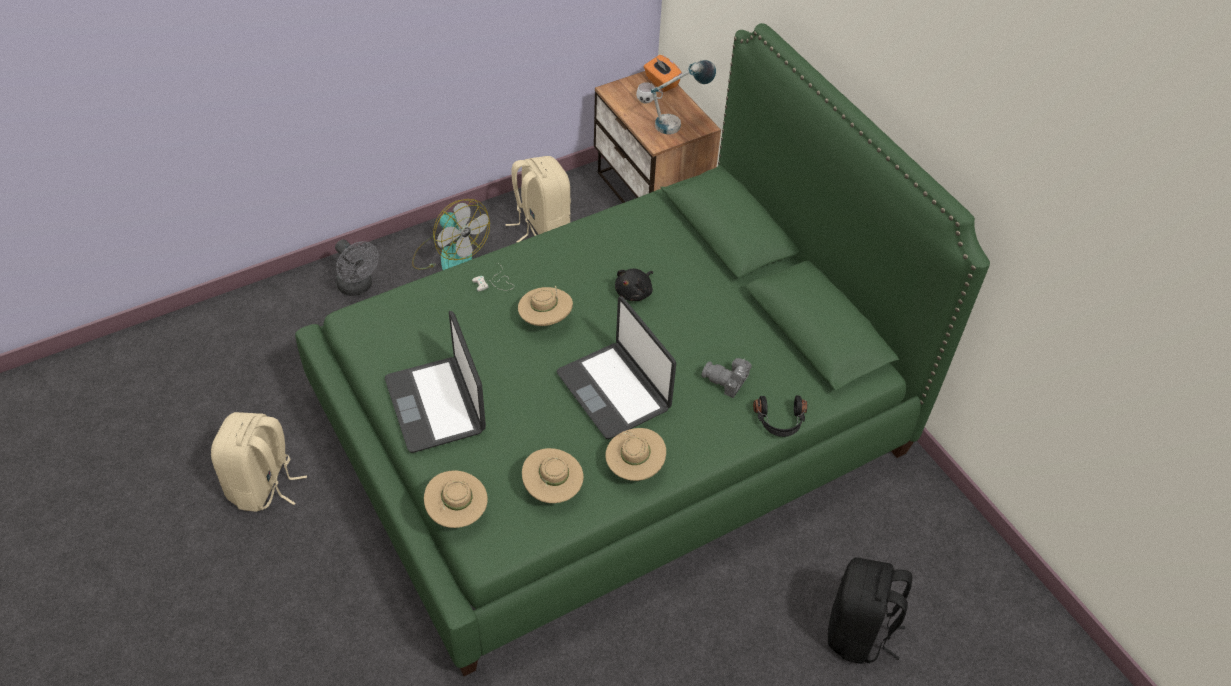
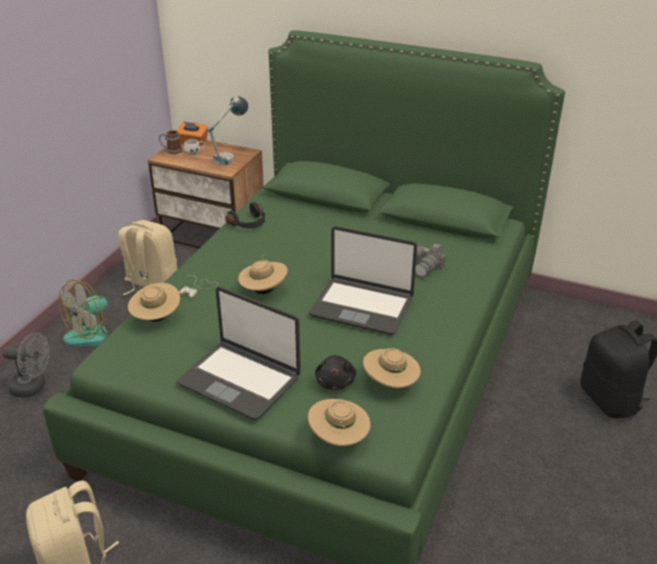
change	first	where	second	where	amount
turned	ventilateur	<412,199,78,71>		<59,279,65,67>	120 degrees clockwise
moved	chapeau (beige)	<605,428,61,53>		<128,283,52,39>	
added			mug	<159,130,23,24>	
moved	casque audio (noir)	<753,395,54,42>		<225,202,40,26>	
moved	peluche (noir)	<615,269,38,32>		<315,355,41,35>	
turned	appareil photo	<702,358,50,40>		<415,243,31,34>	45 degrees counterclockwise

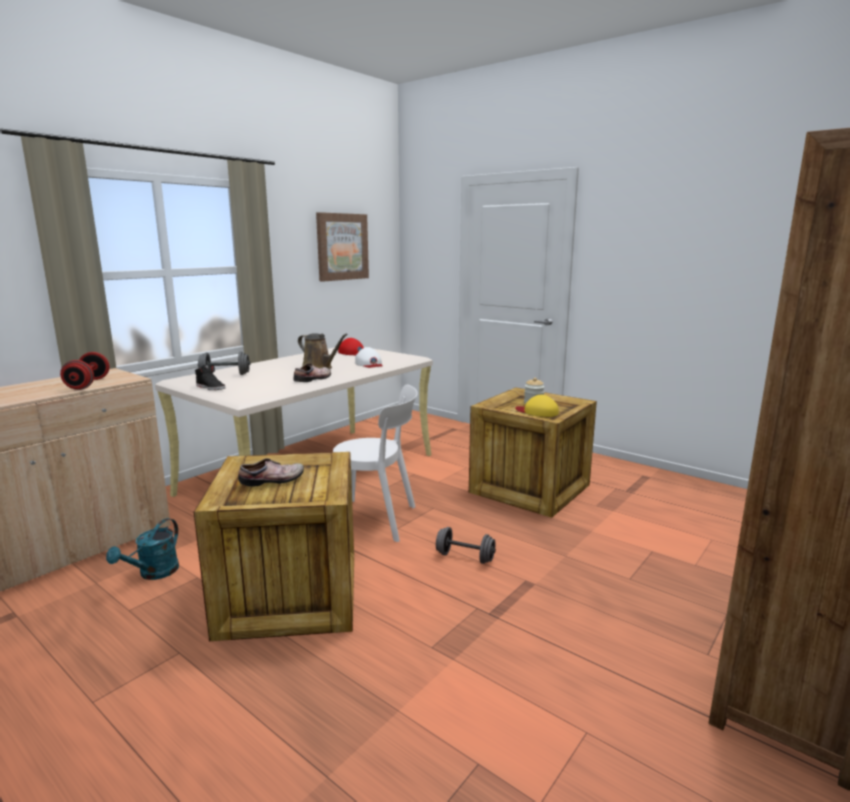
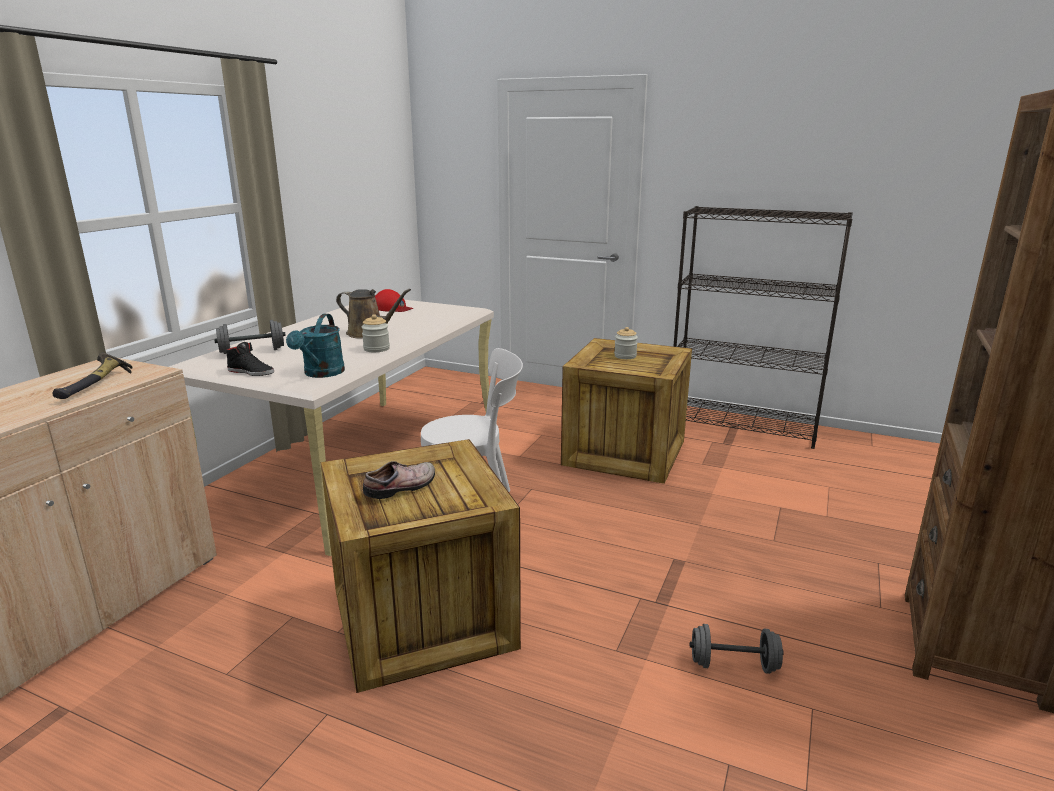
change	first	where	second	where	amount
replaced	haltère (rouge)	<60,352,50,38>	marteau	<52,353,81,46>	
moved	arrosoir (turquoise)	<106,518,73,62>		<286,314,59,64>	
replaced	chaussure	<293,363,38,19>	bocal	<361,314,29,38>	
added			bibliothèque (noir)	<673,206,180,243>	
moved	haltère (gris)	<436,527,60,37>		<690,624,94,50>	
removed	tableau	<316,212,53,70>			
removed	casquette (blanc)	<355,347,27,21>			
removed	casquette (jaune)	<515,395,44,22>			

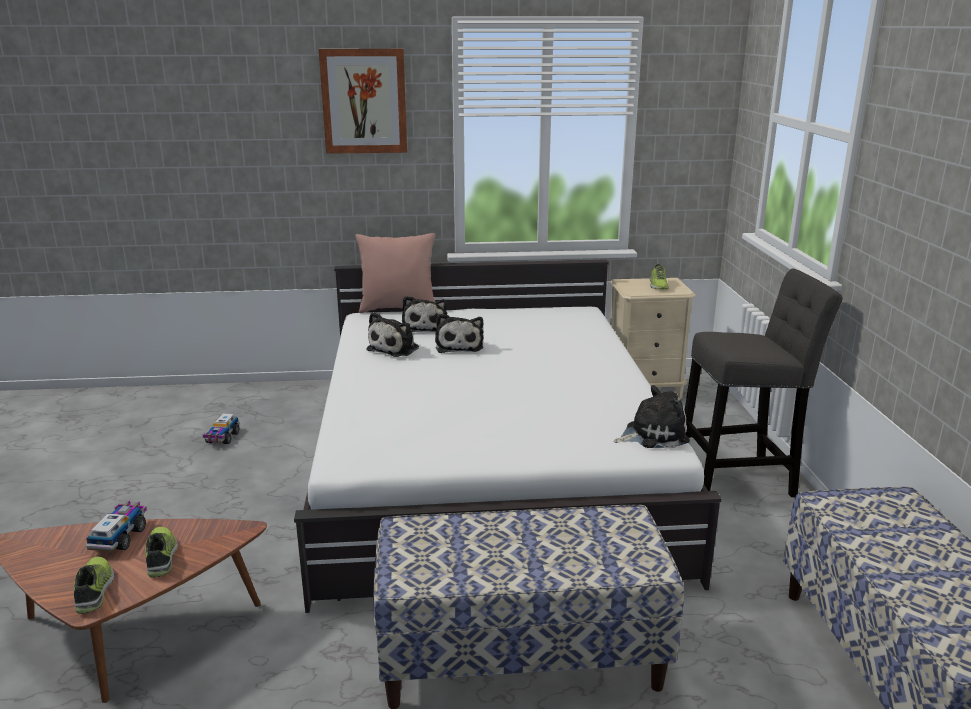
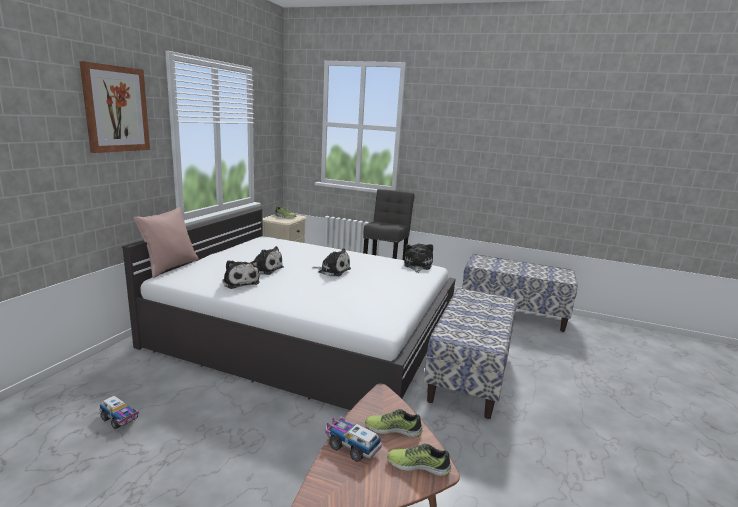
change	first	where	second	where	amount
moved	peluche	<402,296,45,36>		<312,248,39,28>	

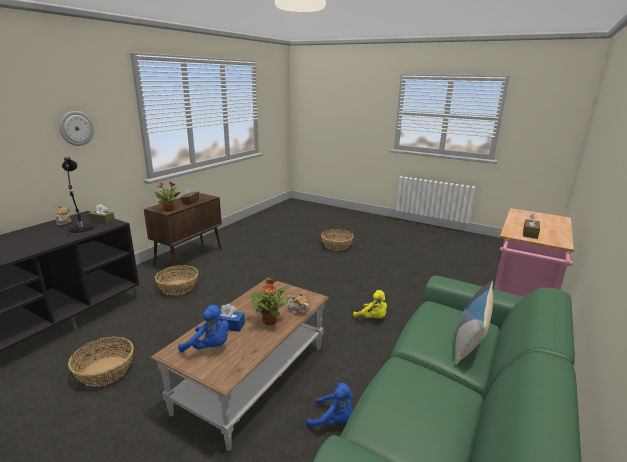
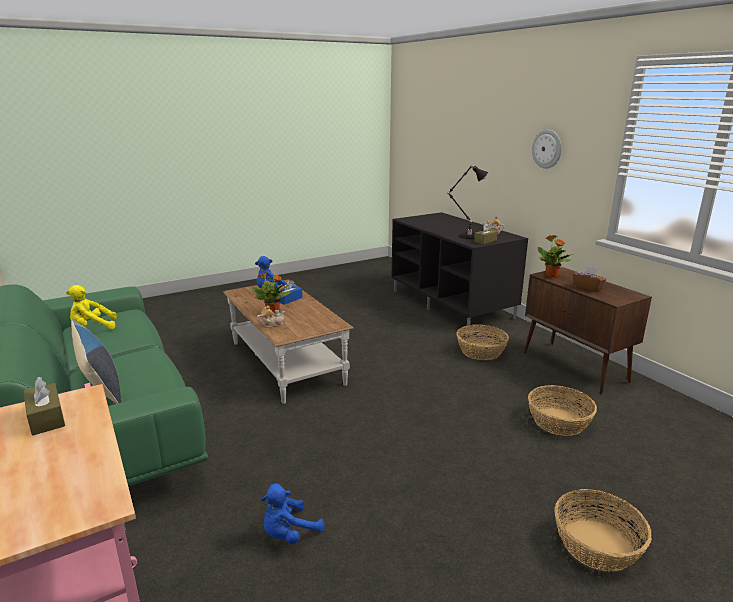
change	first	where	second	where	amount
moved	peluche (jaune)	<353,290,34,28>		<66,285,51,44>	
moved	peluche (bleu)	<306,382,47,45>		<261,484,63,61>	
moved	panier	<68,336,66,51>		<528,385,69,51>	

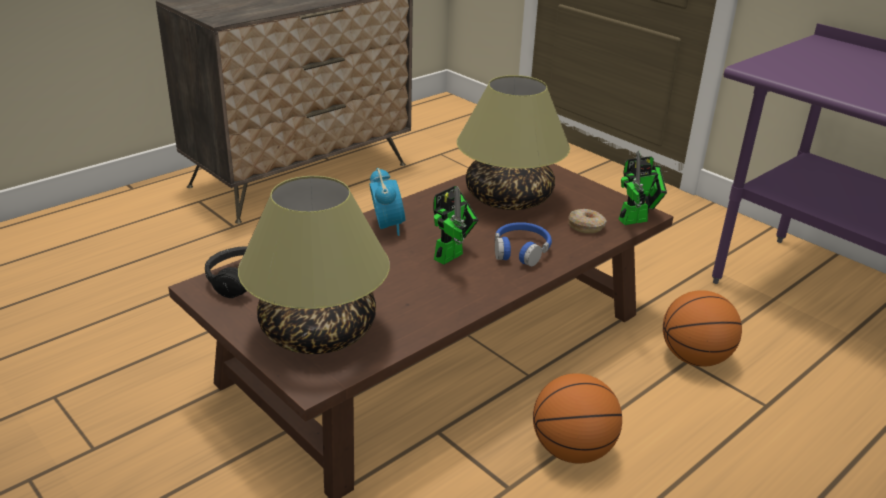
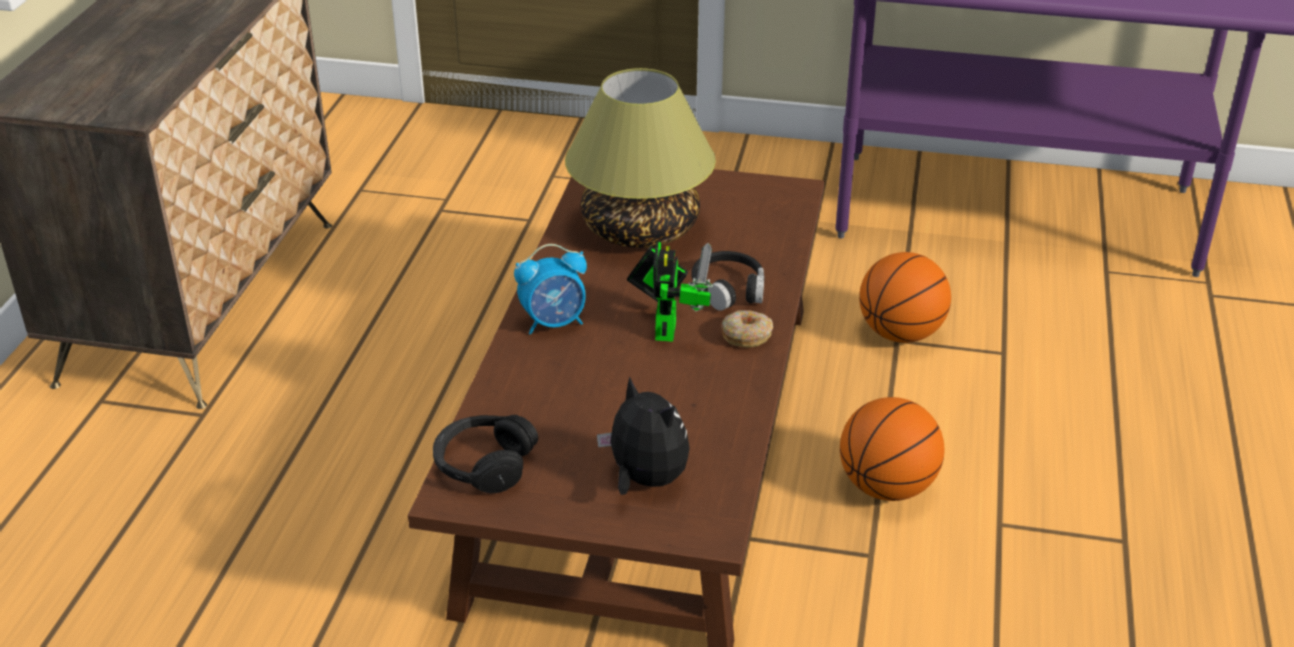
change	first	where	second	where	amount
turned	réveil	<369,168,36,68>		<514,244,73,91>	120 degrees clockwise
replaced	lampe de table	<238,176,152,178>	peluche	<597,376,93,119>	
recoloured	casque audio (bleu)	<495,222,57,45>	casque audio (noir)	<691,251,73,60>	
moved	beignet	<568,209,39,24>		<721,310,52,37>	
removed	robot jouet	<618,151,49,74>			

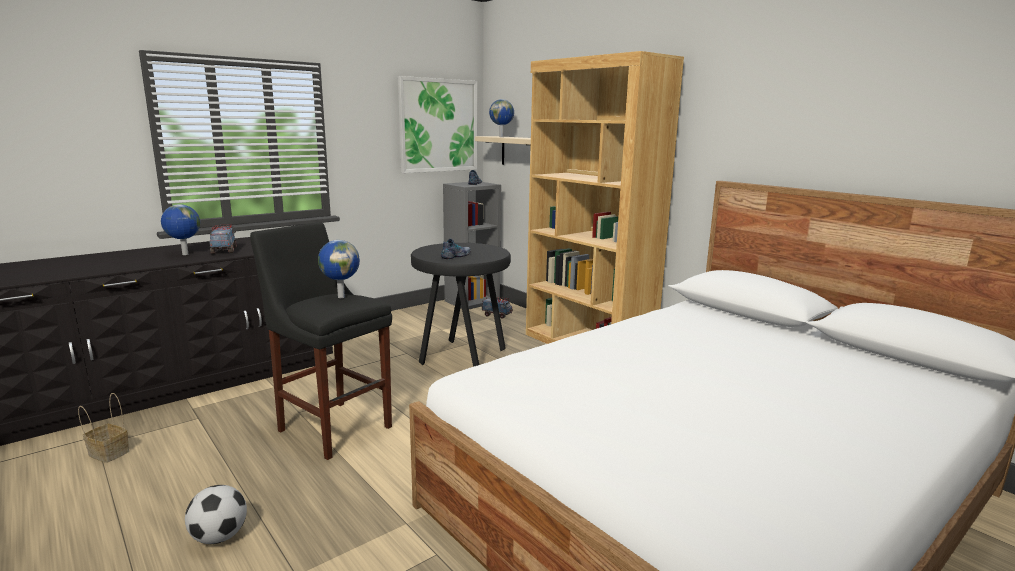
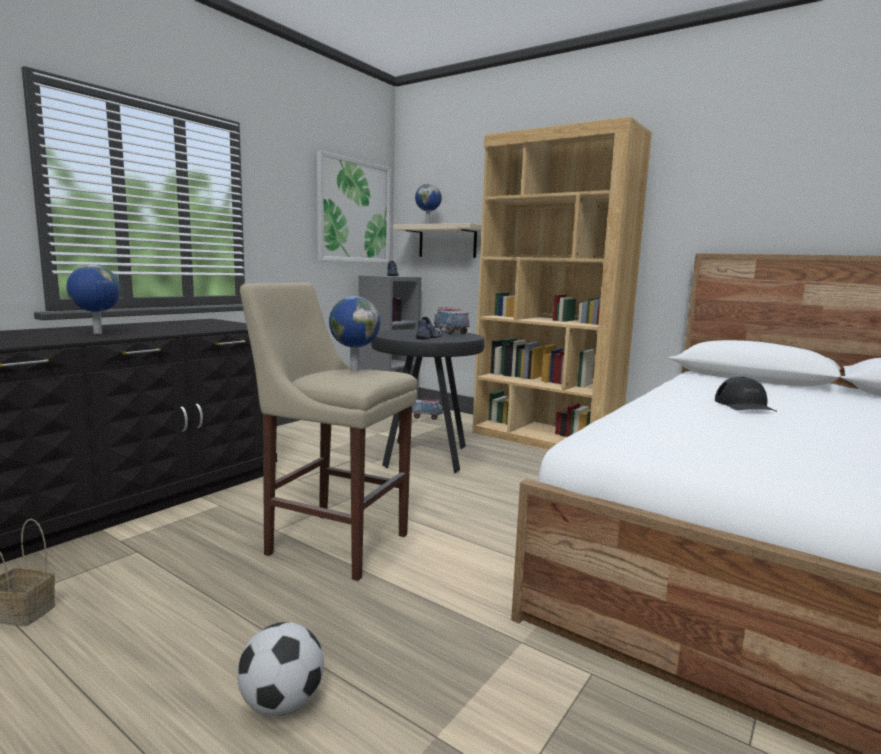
change	first	where	second	where	amount
recoloured	tabouret (noir)	<250,222,142,238>	tabouret (beige)	<240,282,177,299>	
moved	camion jouet	<210,224,27,30>		<434,307,35,27>	
added			casquette (noir)	<715,377,62,35>	

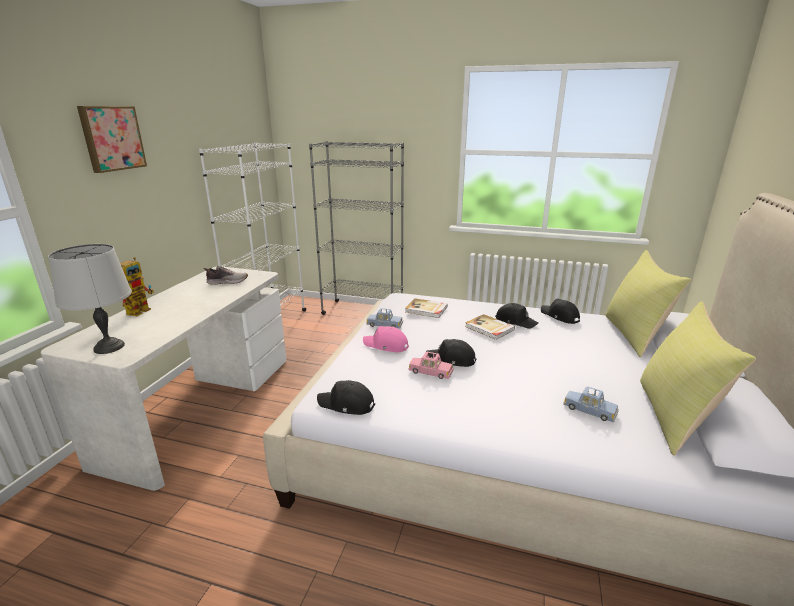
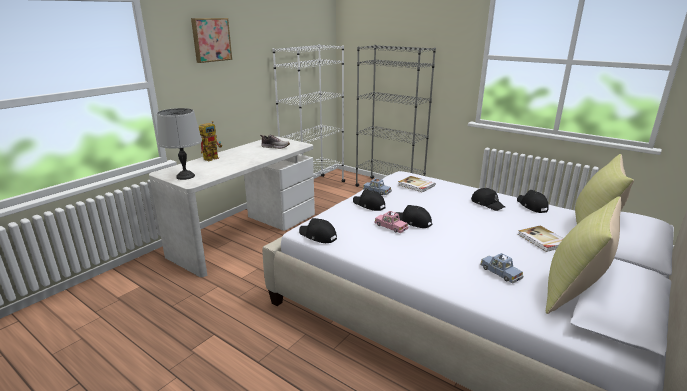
change	first	where	second	where	amount
recoloured	casquette (rose)	<363,326,46,26>	casquette (noir)	<353,190,33,21>	
moved	livre	<465,314,50,26>		<518,226,46,26>	

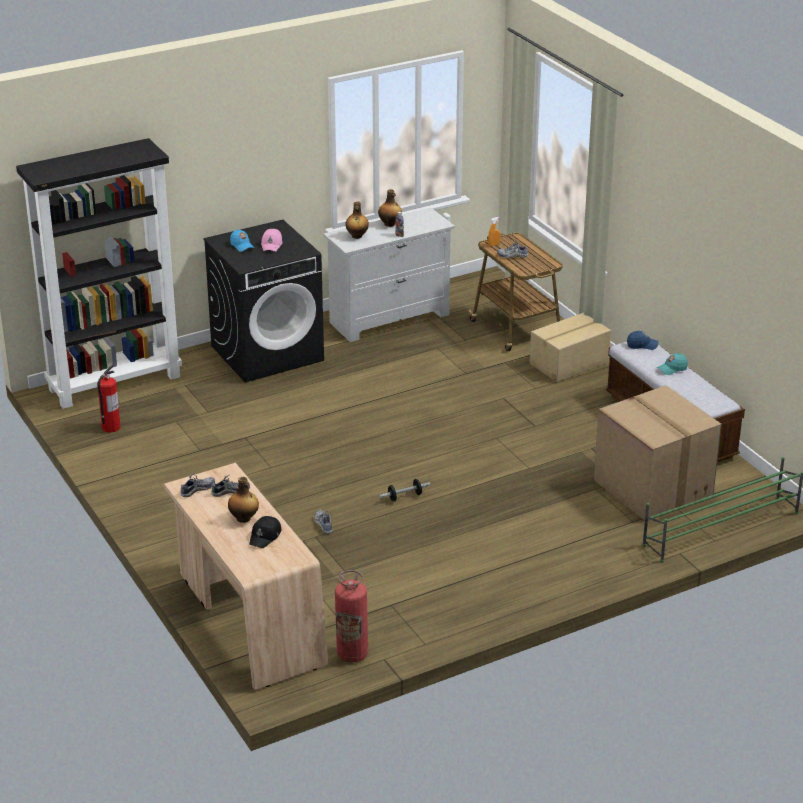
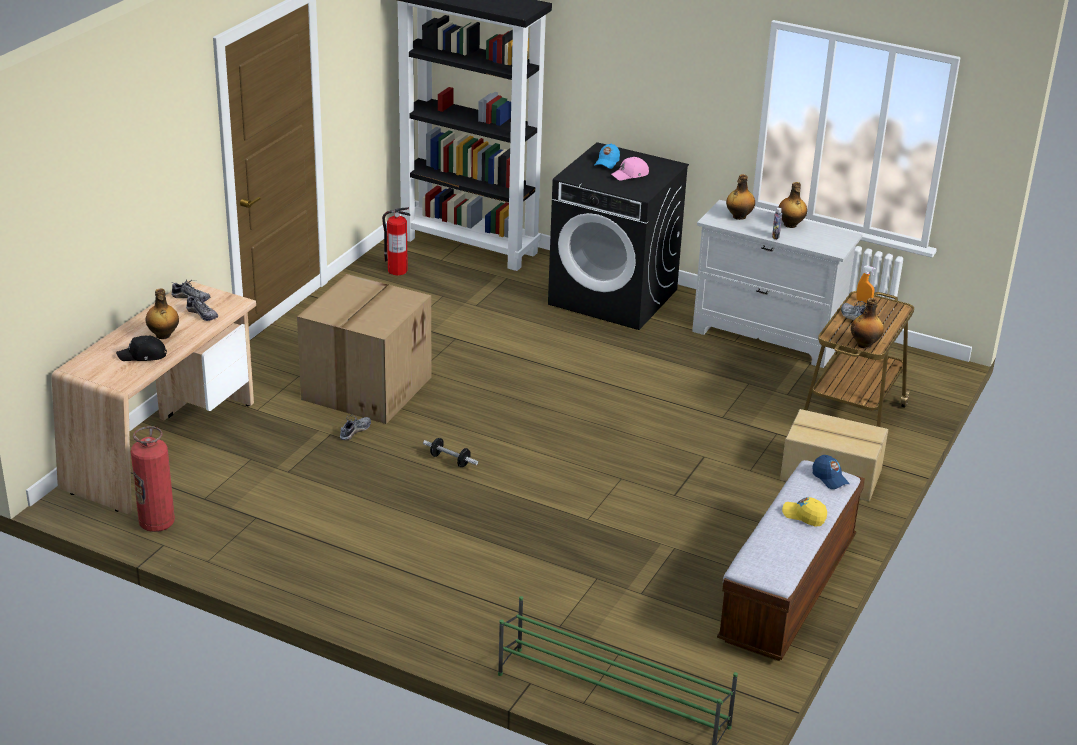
change	first	where	second	where	amount
moved	carton	<594,385,128,136>		<297,274,135,150>	
recoloured	casquette (turquoise)	<657,353,31,22>	casquette (jaune)	<782,497,45,29>	
added			bouteille	<851,298,33,51>	

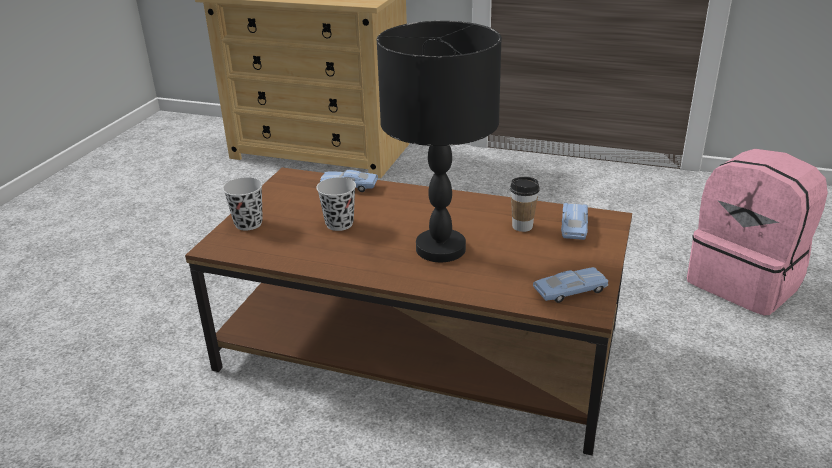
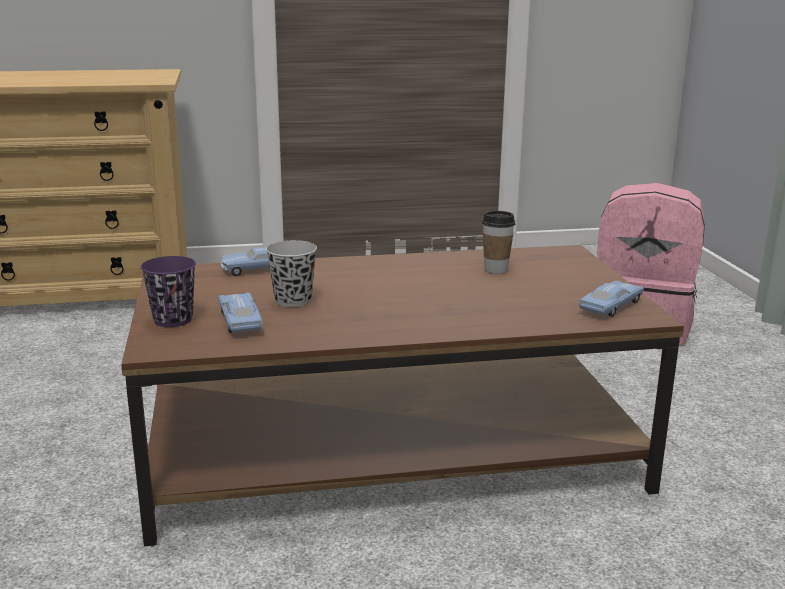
change	first	where	second	where	amount
recoloured	tasse (noir)	<223,177,40,54>	tasse (violet)	<140,256,56,71>	
moved	petite voiture (bleu)	<561,203,27,37>		<218,292,44,41>	
removed	lampe de table (noir)	<376,21,126,241>			

